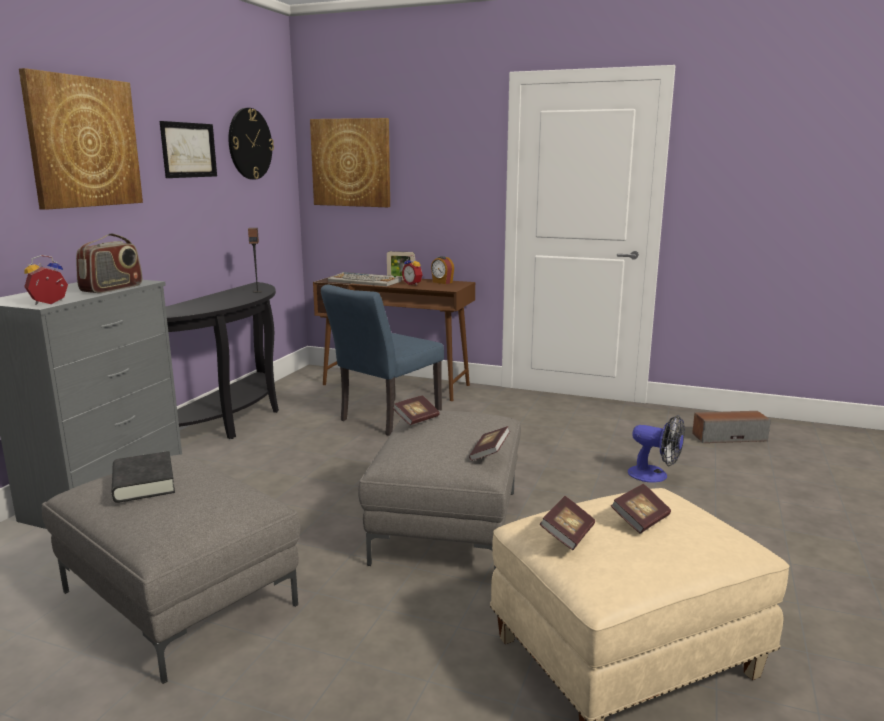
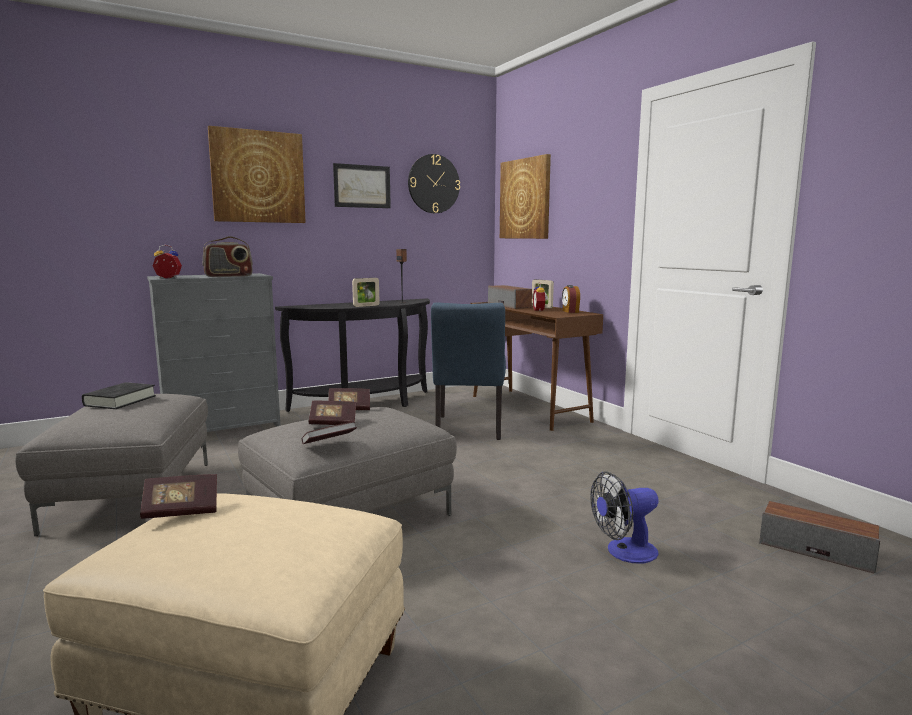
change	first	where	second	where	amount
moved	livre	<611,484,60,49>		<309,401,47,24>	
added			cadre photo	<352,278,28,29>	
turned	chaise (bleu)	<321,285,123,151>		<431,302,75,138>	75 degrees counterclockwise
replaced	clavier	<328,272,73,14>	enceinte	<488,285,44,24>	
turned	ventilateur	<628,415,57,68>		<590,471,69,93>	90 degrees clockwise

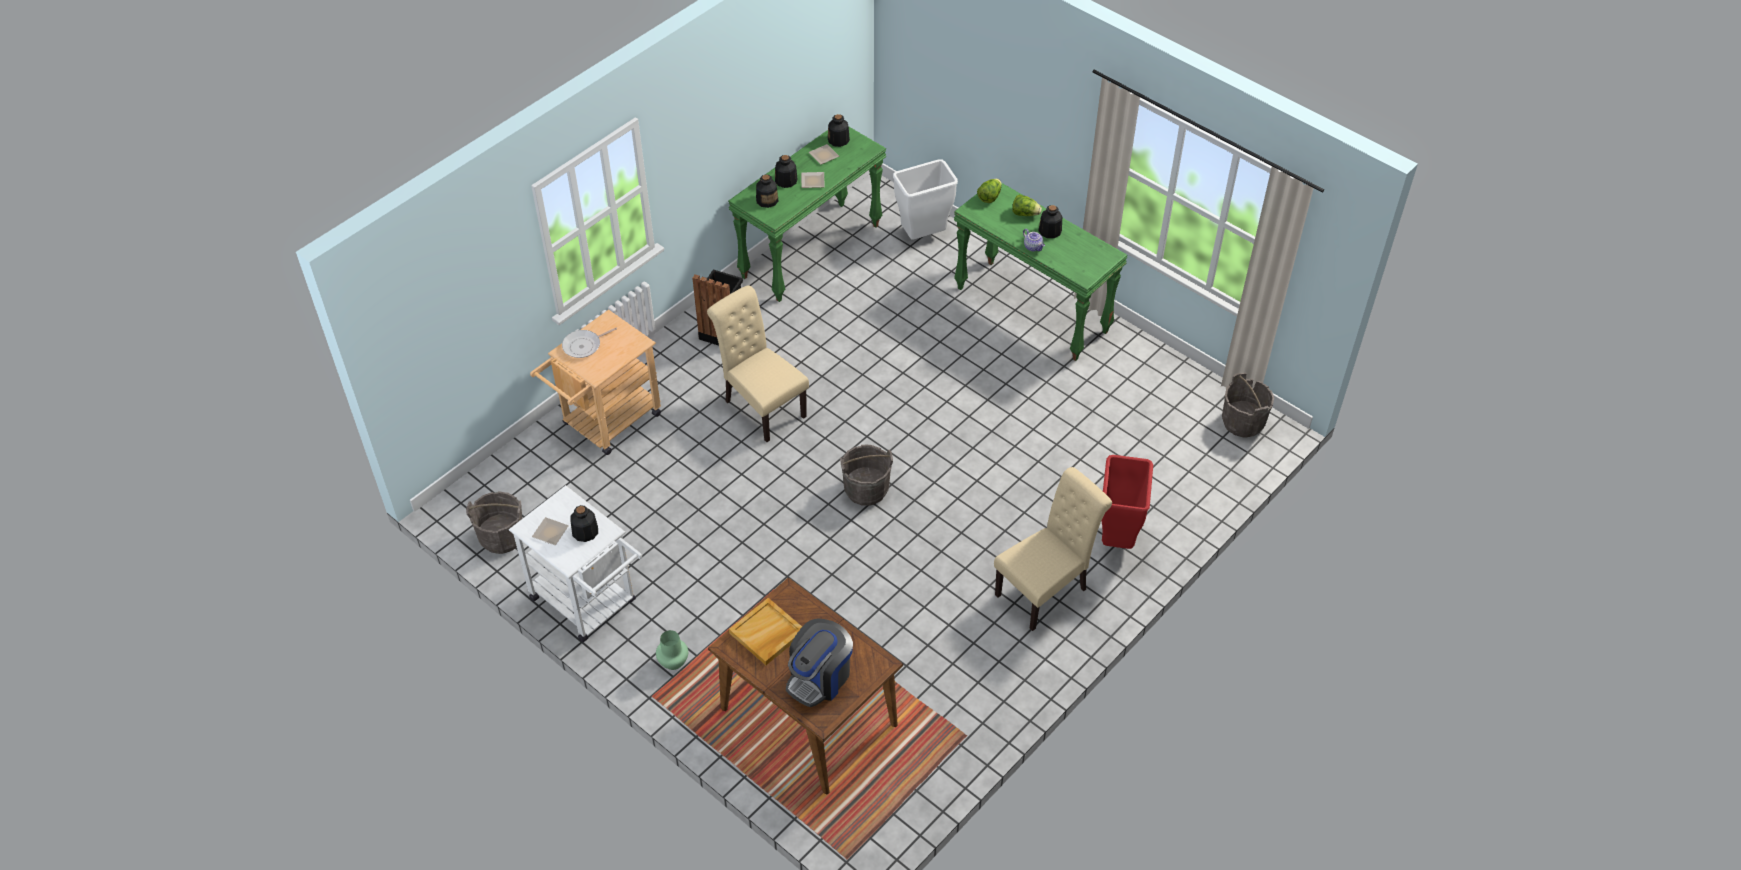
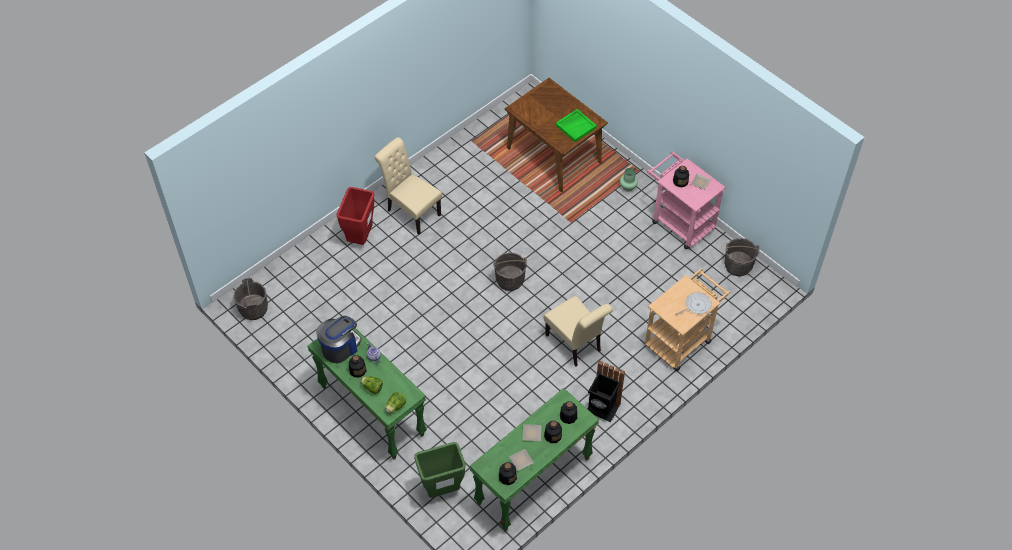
change	first	where	second	where	amount
moved	machine à café	<786,618,67,89>		<316,316,46,47>	
turned	chaise (beige)	<994,467,118,164>		<374,137,68,98>	75 degrees clockwise
recoloured	poubelle (blanc)	<893,159,65,80>	poubelle (vert)	<414,442,52,56>	
recoloured	plateau (beige)	<729,598,73,67>	plateau (vert)	<555,109,42,33>	
recoloured	chariot (blanc)	<509,485,133,157>	chariot (rose)	<647,151,79,98>	

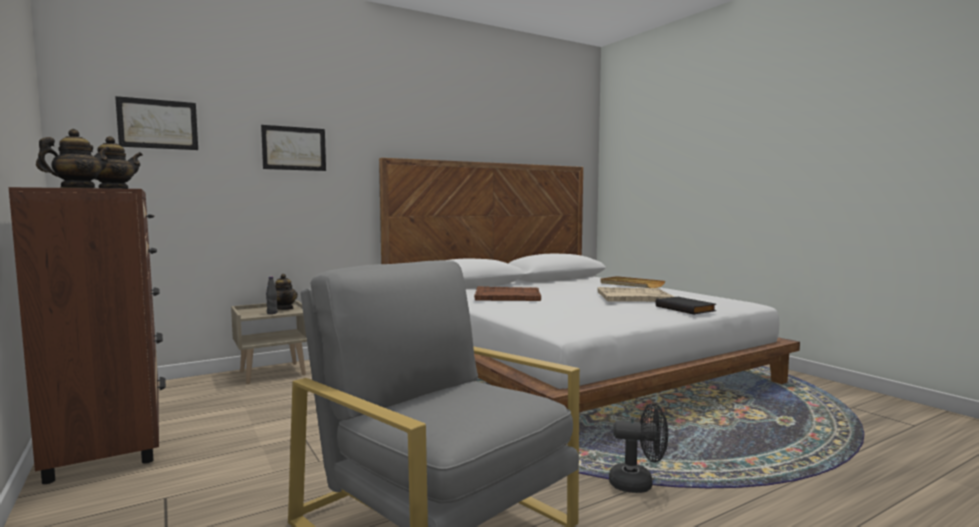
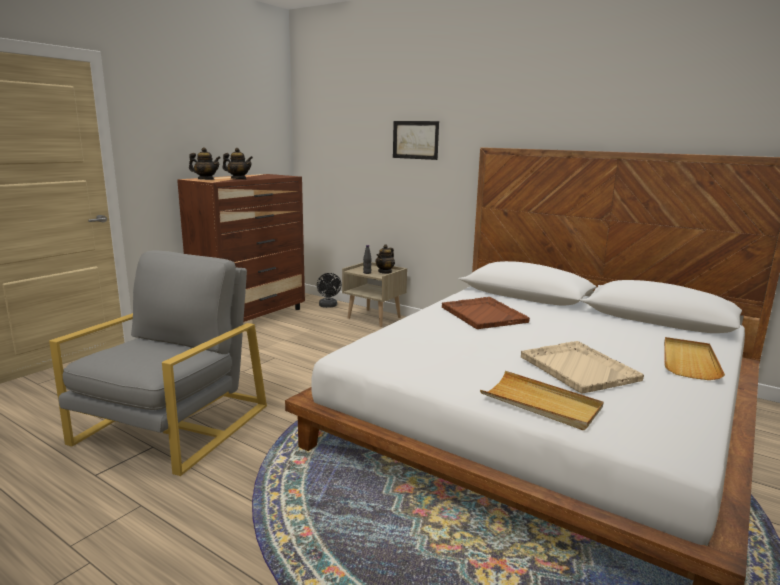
change	first	where	second	where	amount
moved	ventilateur (noir)	<609,403,59,90>		<317,273,24,35>	
replaced	livre (noir)	<656,297,60,18>	plateau (beige)	<480,371,124,59>	
removed	tableau	<115,96,83,54>			

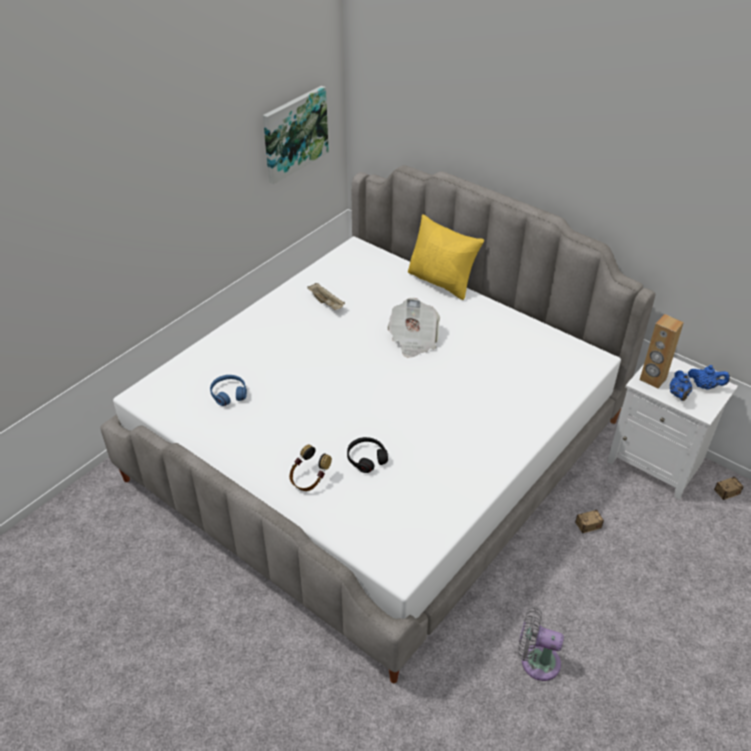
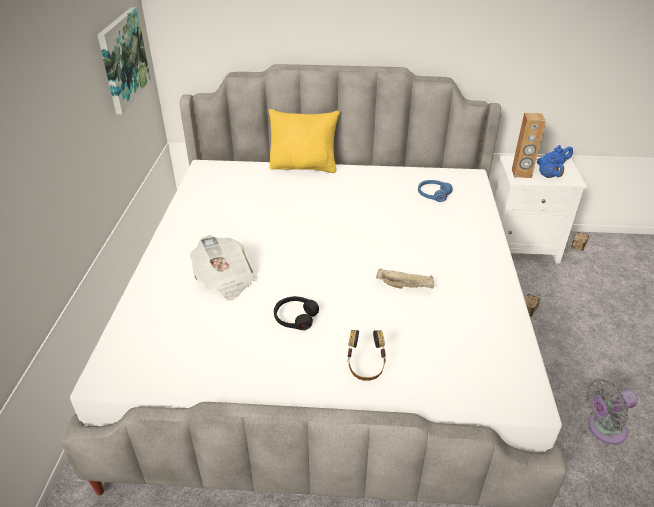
change	first	where	second	where	amount
moved	journal	<387,298,53,60>		<190,235,65,65>	
moved	casque audio (noir)	<347,437,41,36>		<274,296,45,34>	
moved	plateau (beige)	<307,283,38,27>		<376,269,58,20>	
moved	casque audio (bleu)	<210,375,37,31>		<418,180,35,22>	

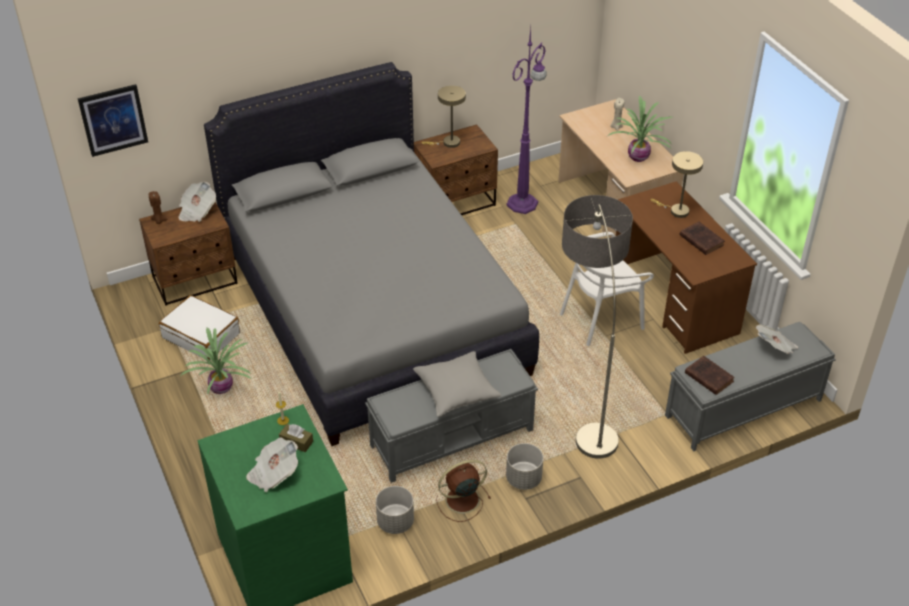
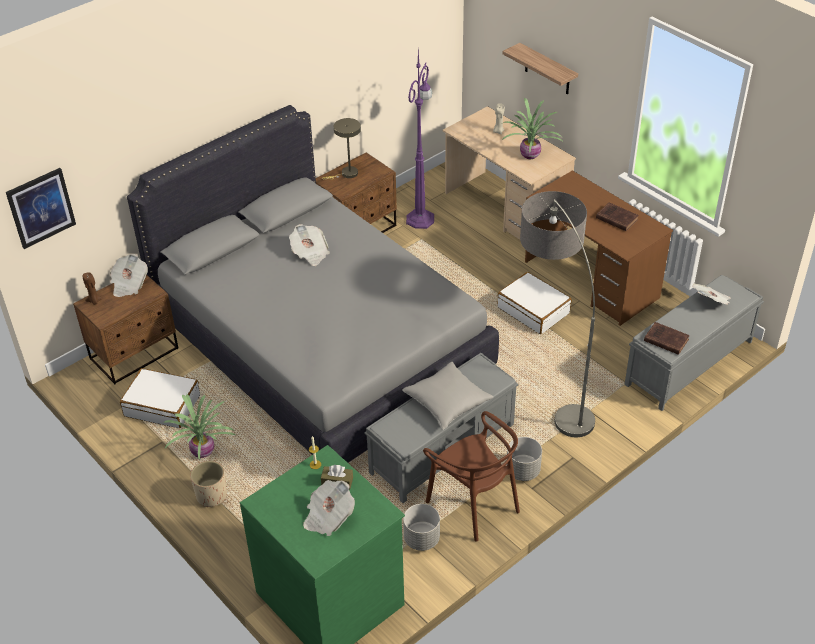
change	first	where	second	where	amount
added			cache-pot (beige)	<190,461,37,46>	
added			journal	<289,224,41,42>	
replaced	ventilateur (marron)	<436,460,55,62>	chaise (marron)	<423,411,97,131>	
replaced	chaise (blanc)	<560,232,94,114>	valise (blanc)	<497,272,75,62>	
added			étagère	<502,43,76,51>	
removed	lampe de table (beige)	<651,151,52,67>			

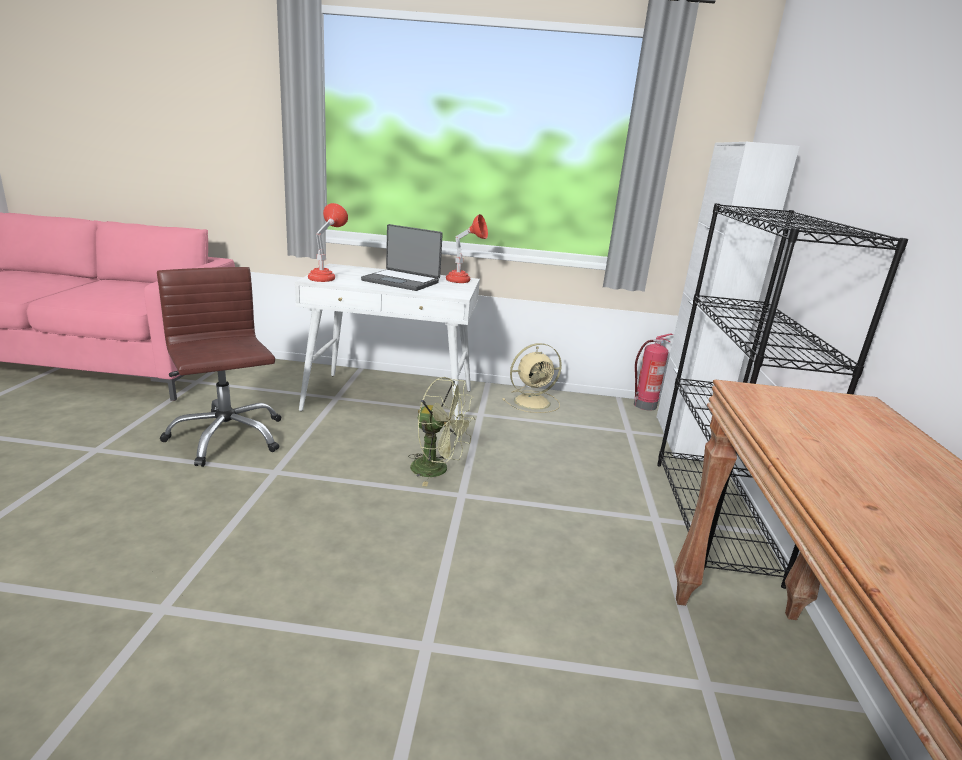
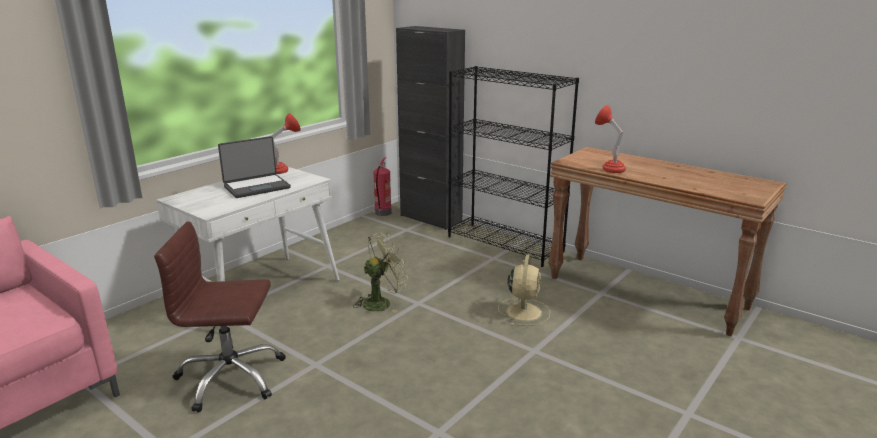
change	first	where	second	where	amount
recoloured	meuble de rangement (blanc)	<656,142,144,319>	meuble de rangement (noir)	<396,26,69,204>	
moved	ventilateur (beige)	<502,343,60,70>		<498,254,52,72>	
moved	lampe de table (rouge)	<308,203,40,79>		<595,105,31,68>	

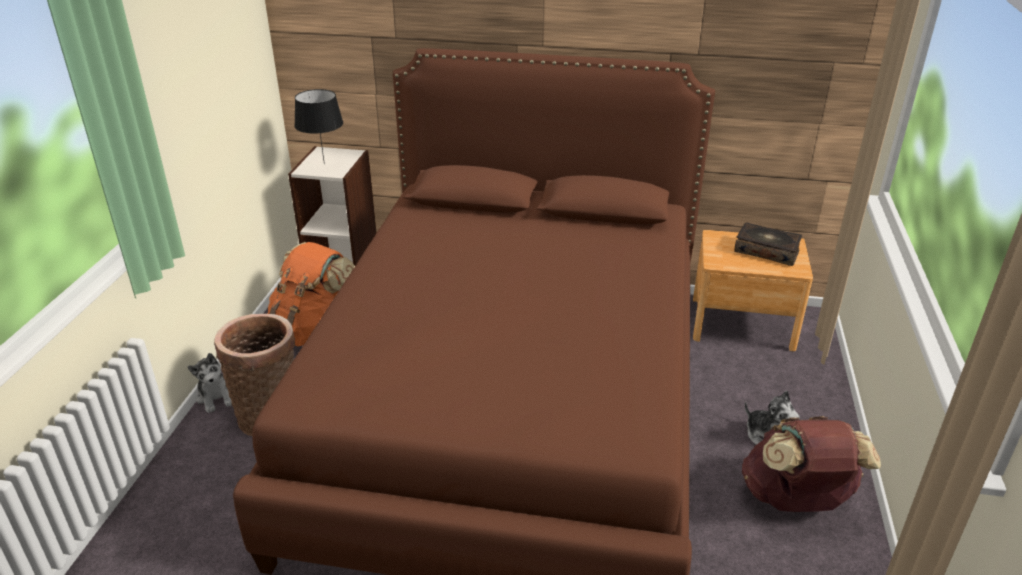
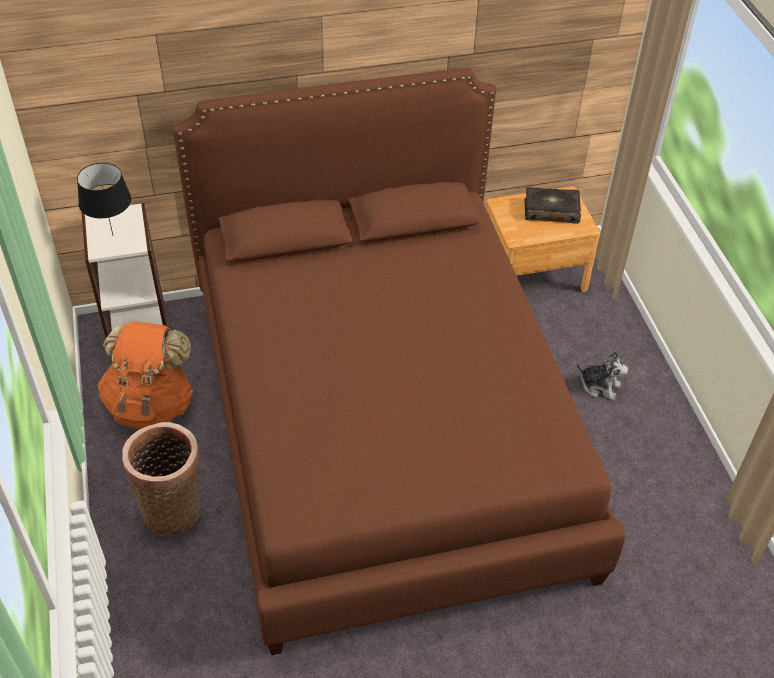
change	first	where	second	where	amount
removed	peluche	<188,353,44,60>			
removed	sac à dos (marron)	<742,416,139,96>			

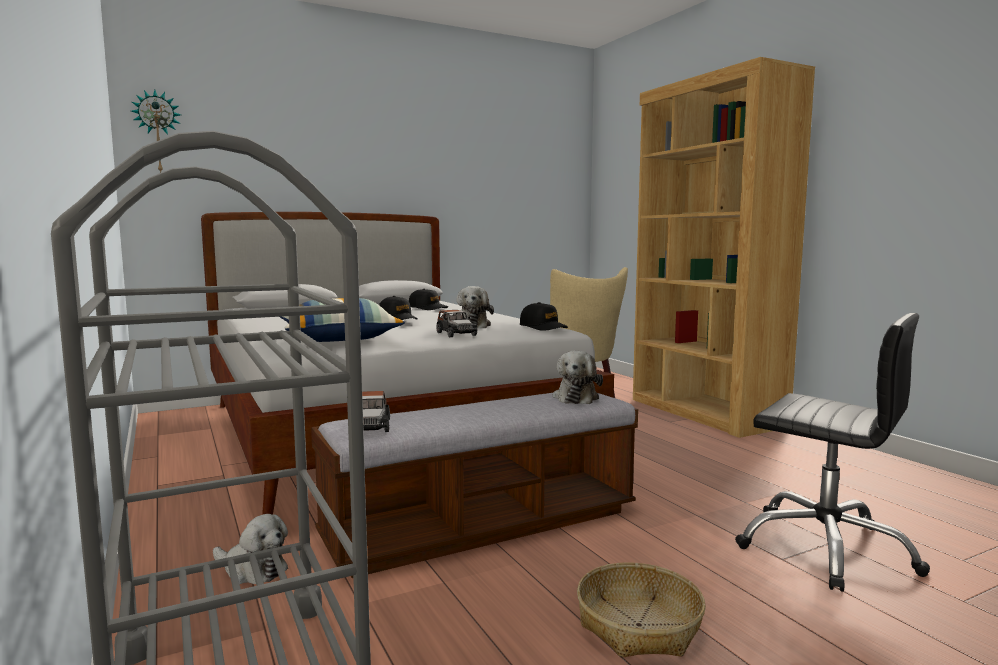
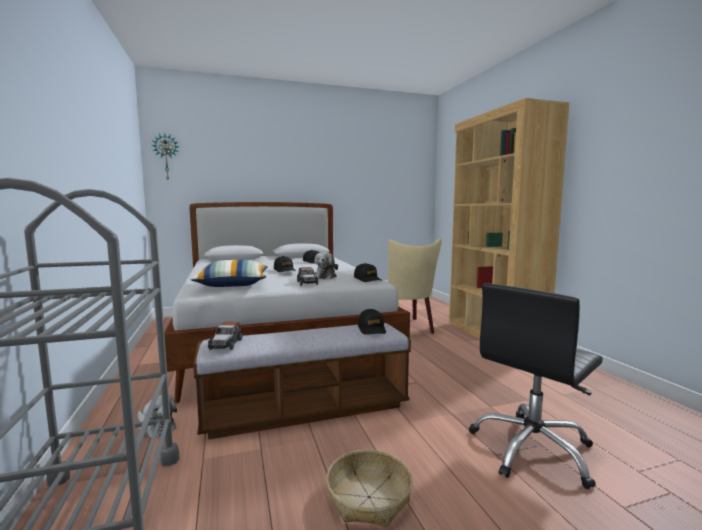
change	first	where	second	where	amount
replaced	peluche	<553,351,50,53>	casquette (noir)	<358,309,28,26>	
turned	chaise de bureau (noir)	<735,313,195,279>		<469,283,134,206>	90 degrees clockwise

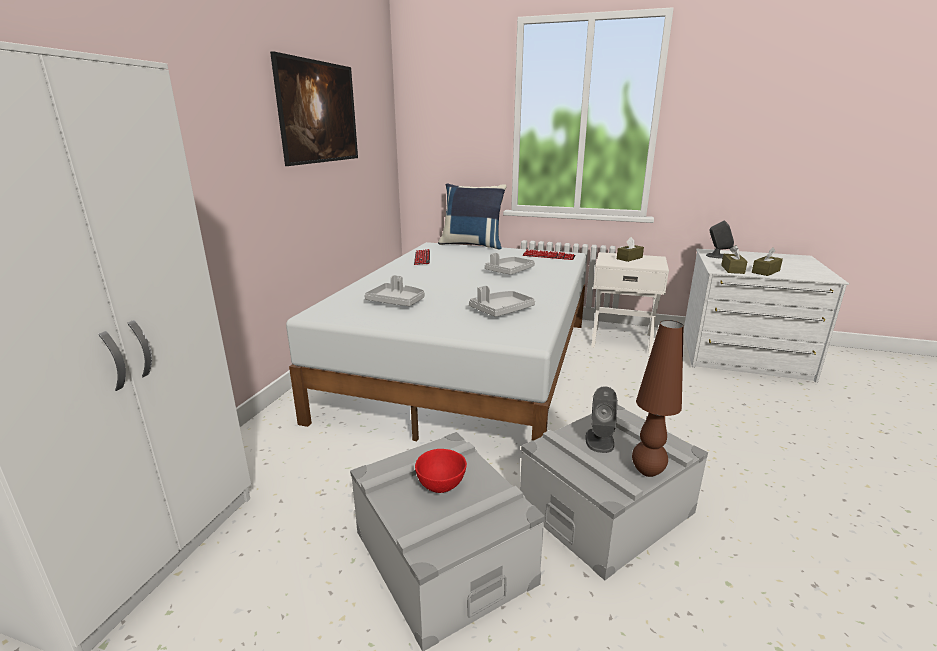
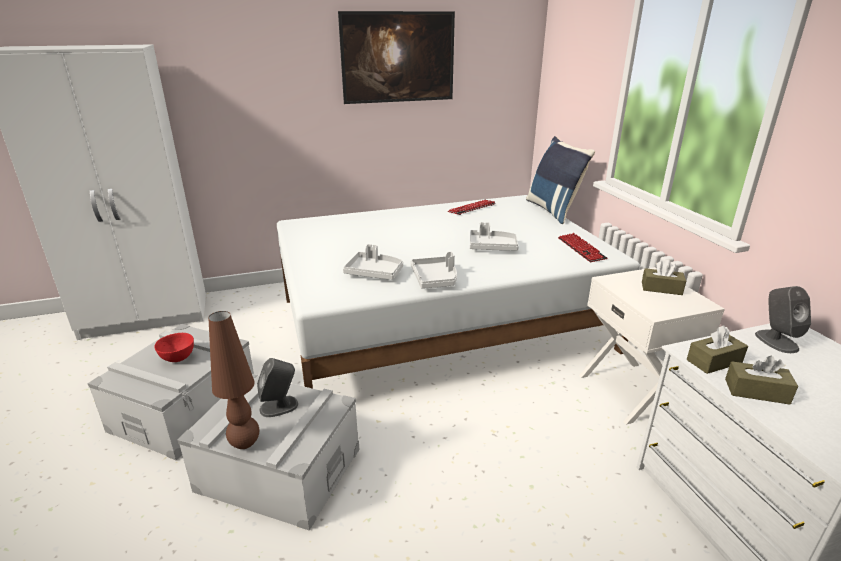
change	first	where	second	where	amount
moved	plateau (gris)	<365,275,60,31>		<411,252,46,37>	

